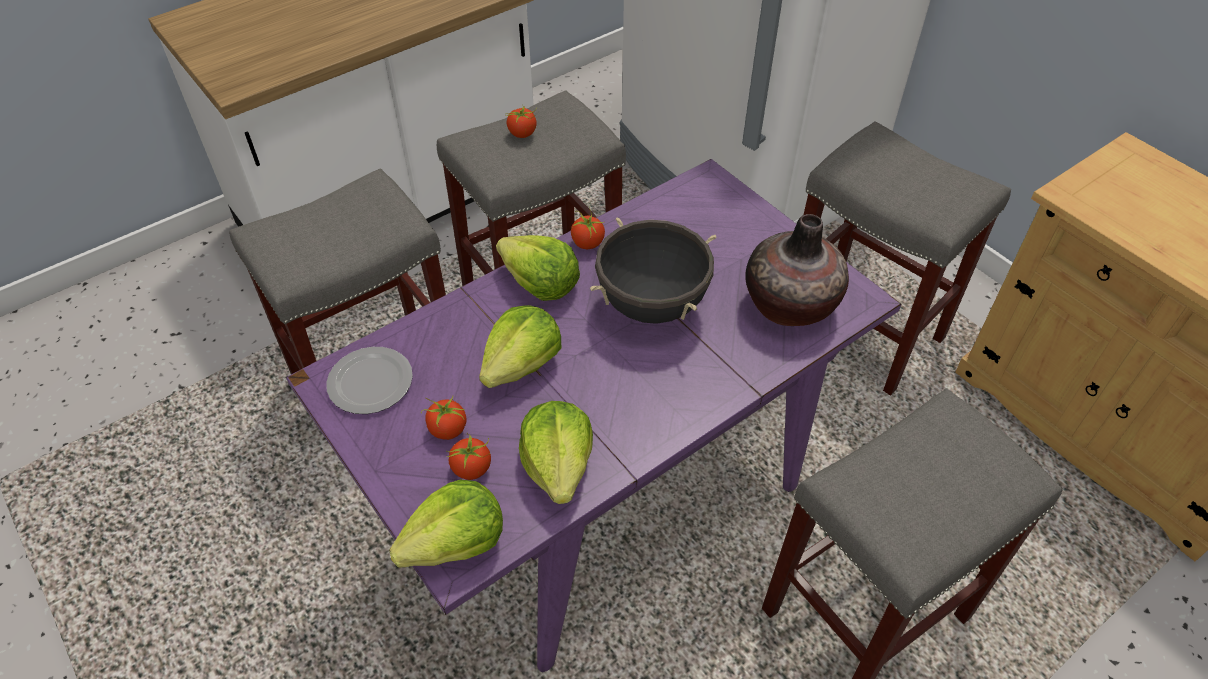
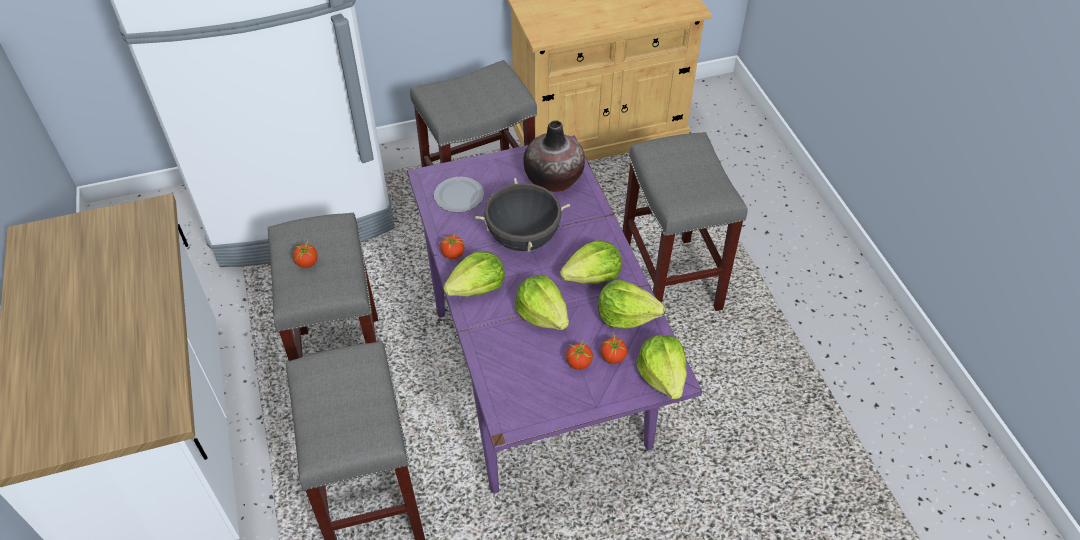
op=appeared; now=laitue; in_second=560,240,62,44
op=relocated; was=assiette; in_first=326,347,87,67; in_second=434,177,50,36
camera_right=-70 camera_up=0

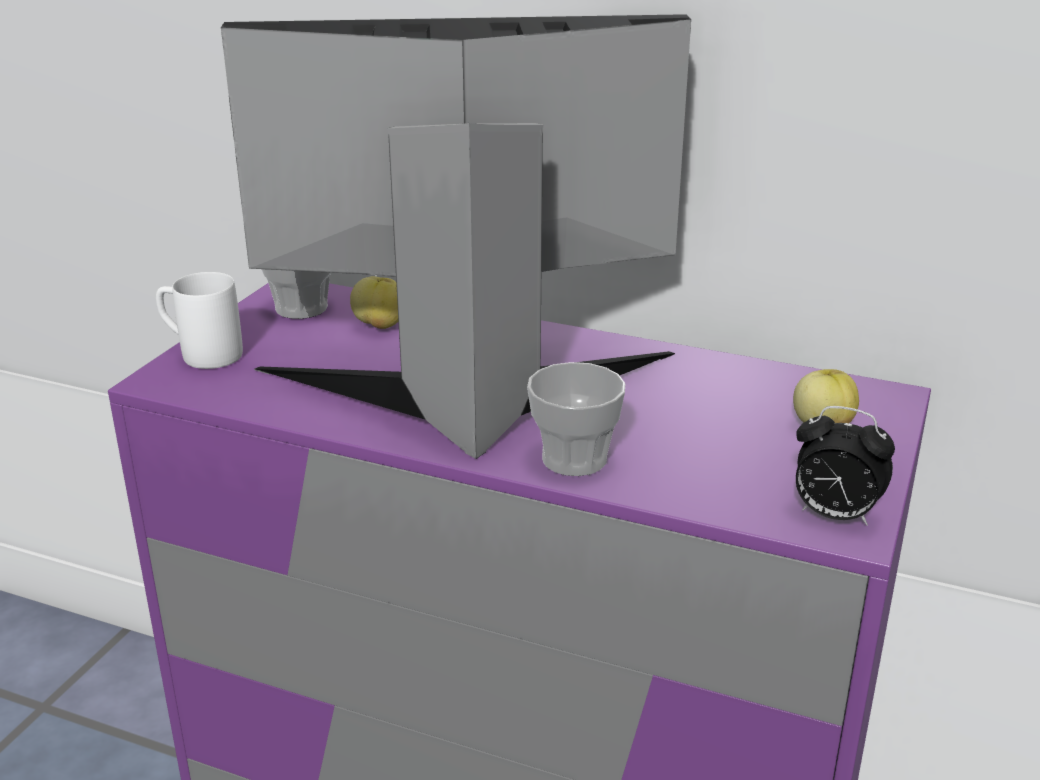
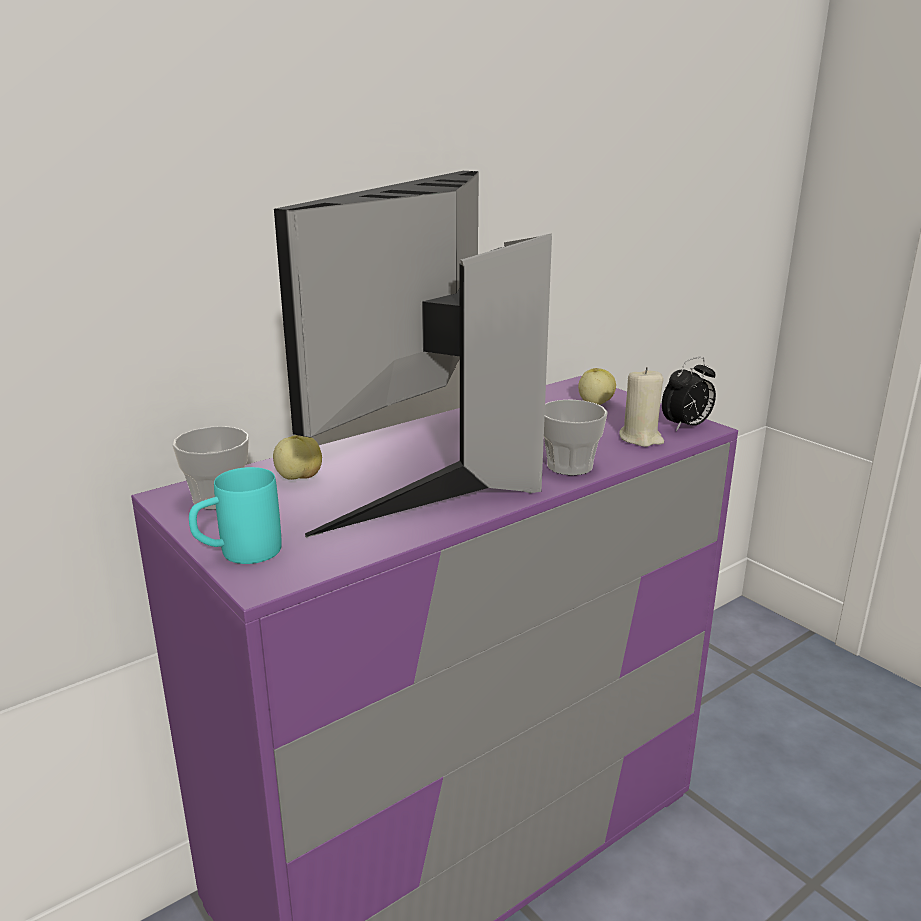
op=appeared; now=bougie/beige; in_second=619,367,45,80
op=colour; was=mug/blanc; now=mug/turquoise; in_first=156,272,87,97; in_second=189,467,93,97
camera_right=-60 camera_up=-5

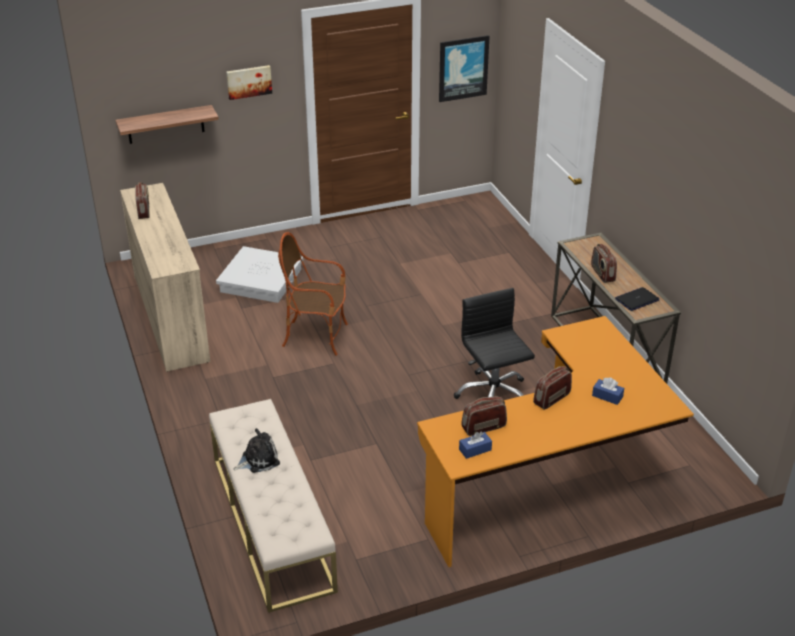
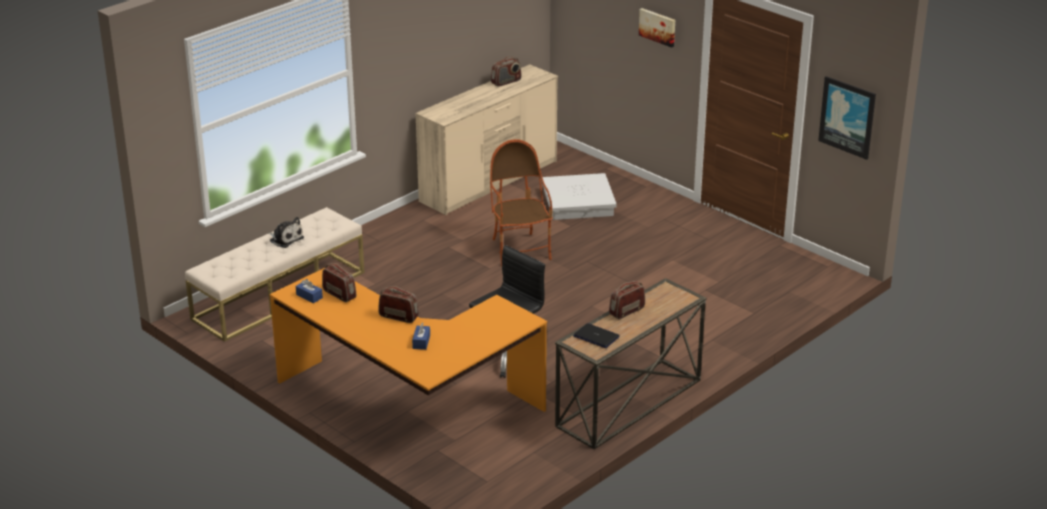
op=missing; was=étagère; in_first=115,105,104,39
camera_right=65 camera_up=-5

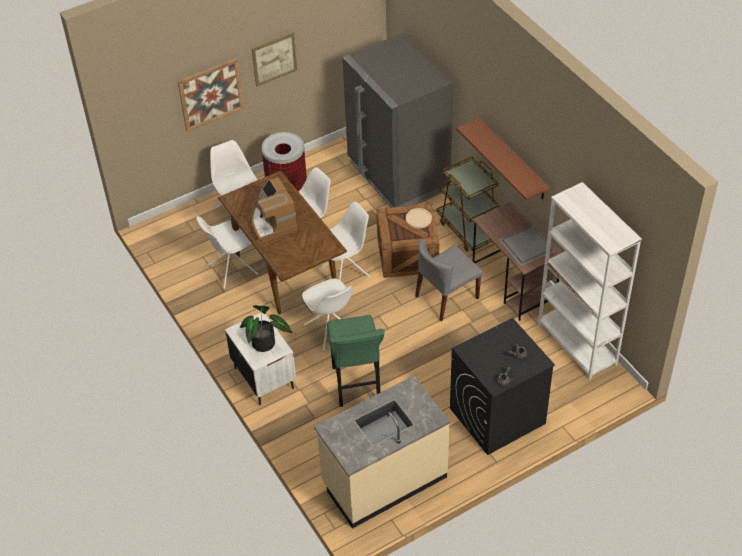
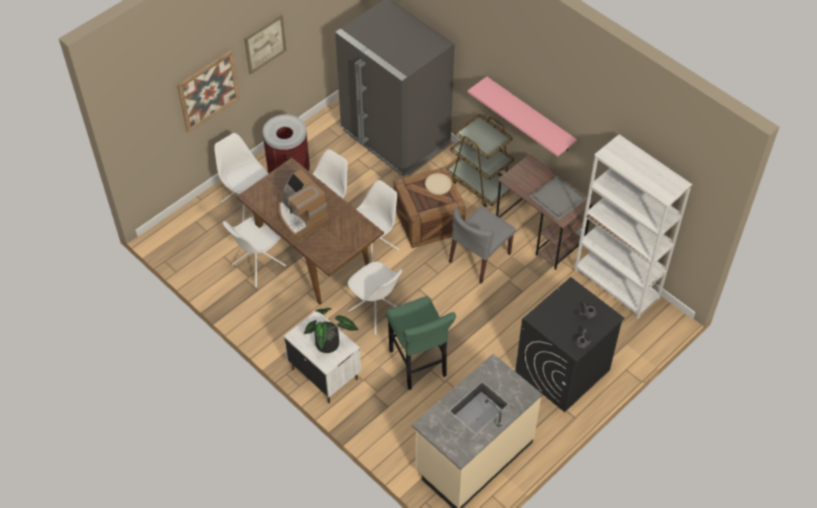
op=colour; was=étagère/marron; now=étagère/rose; in_first=457,118,93,83; in_second=468,77,109,80
camera_right=-15 camera_up=5

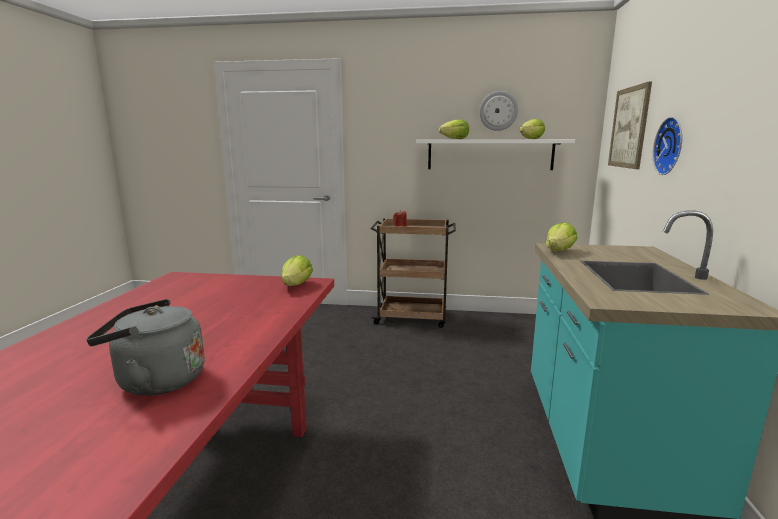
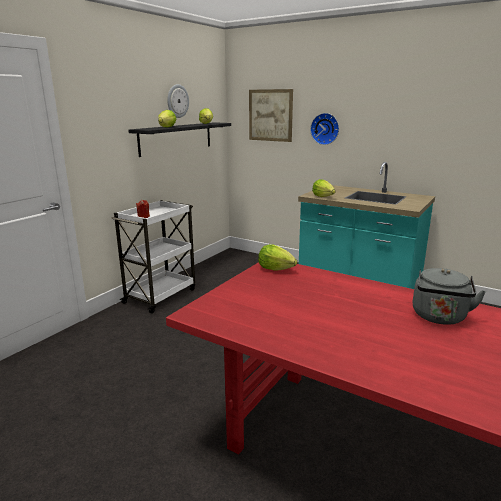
op=colour; was=chariot/marron; now=chariot/blanc; in_first=371,218,85,110; in_second=111,200,84,113
op=colour; was=étagère/blanc; now=étagère/noir; in_first=416,139,159,31; in_second=128,122,103,35
camera_right=-65 camera_up=5

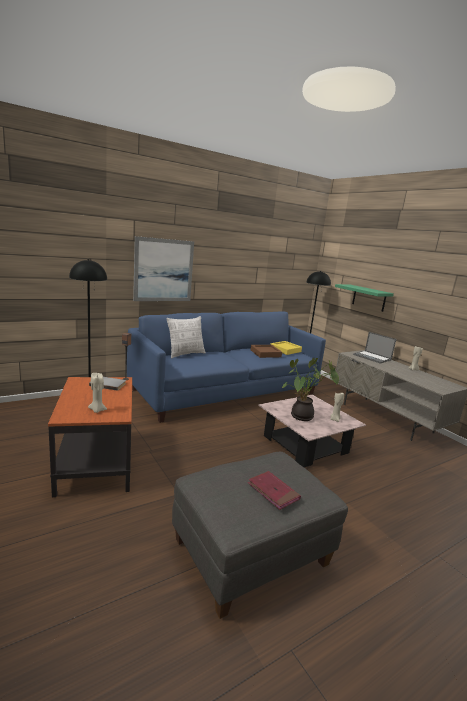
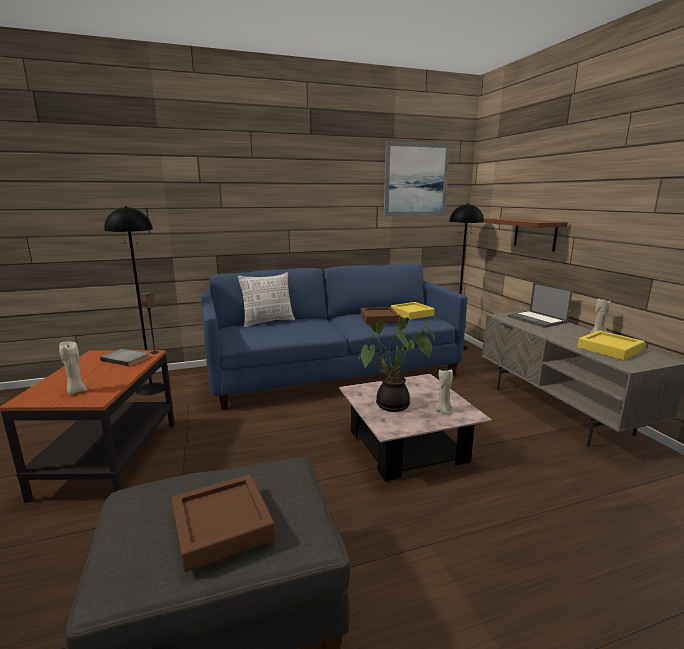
op=appeared; now=plateau/jaune; in_second=577,331,68,29
op=relocated; was=tableau; in_first=133,236,61,65; in_second=384,141,66,75
op=exchanged; was=livre/rouge; now=plateau/marron; in_first=248,471,53,39; in_second=172,474,103,98
op=colour; was=étagère/vert; now=étagère/marron; in_first=335,284,59,28; in_second=484,218,84,34
camera_right=15 camera_up=0

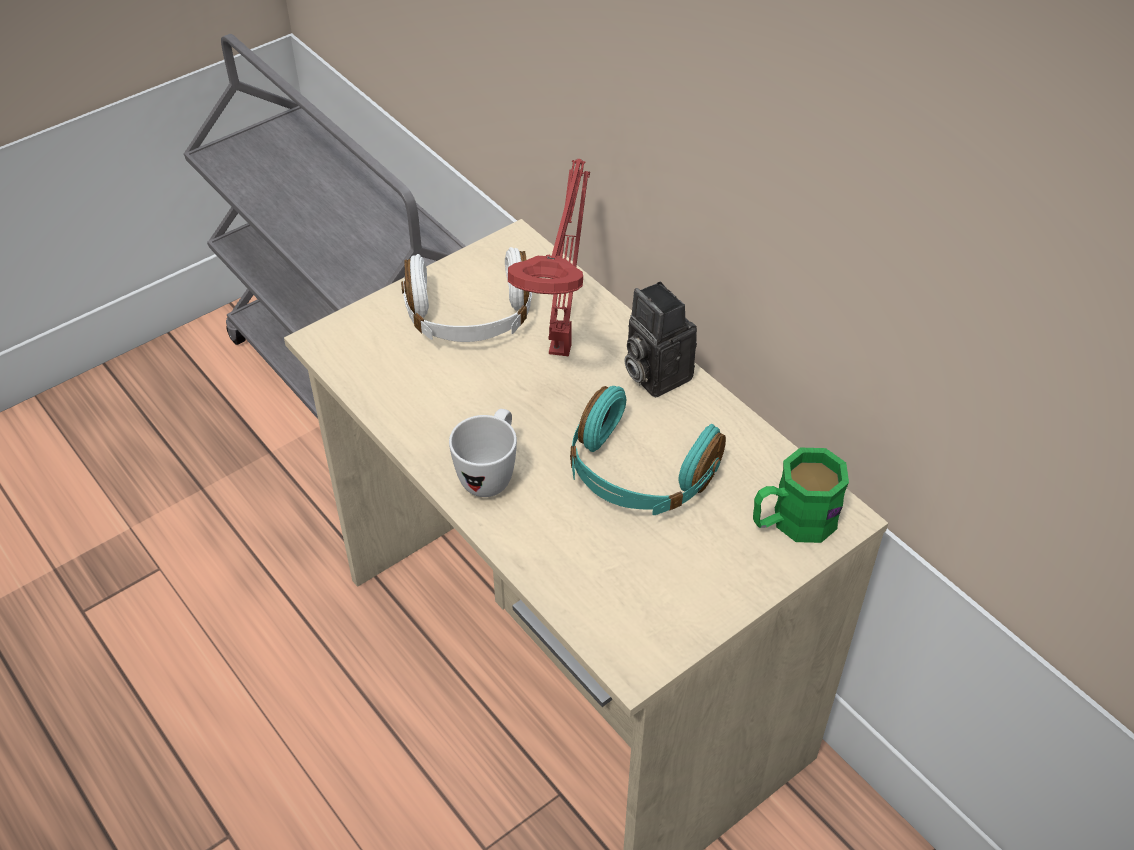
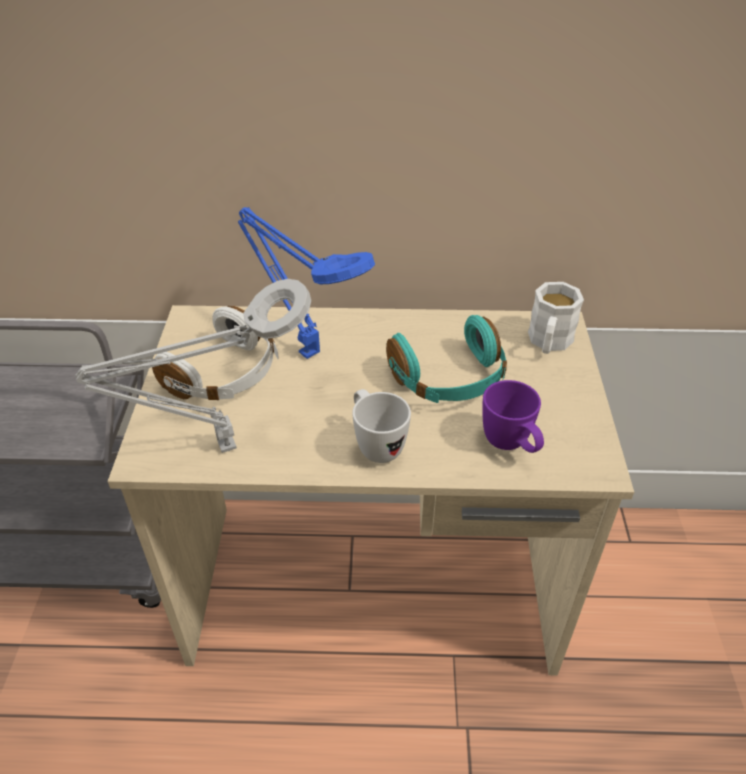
op=missing; was=appareil photo; in_first=624,282,73,115
op=appeared; now=lampe de table/gris; in_second=76,279,235,174
op=appeared; now=mug/violet; in_second=482,380,62,73
op=colour; was=lampe de table/rouge; now=lampe de table/bleu; in_first=508,159,82,197; in_second=238,207,137,152
op=colour; was=mug/vert; now=mug/blanc; in_first=753,448,96,95; in_second=528,282,56,72
camera_right=-50 camera_up=-5

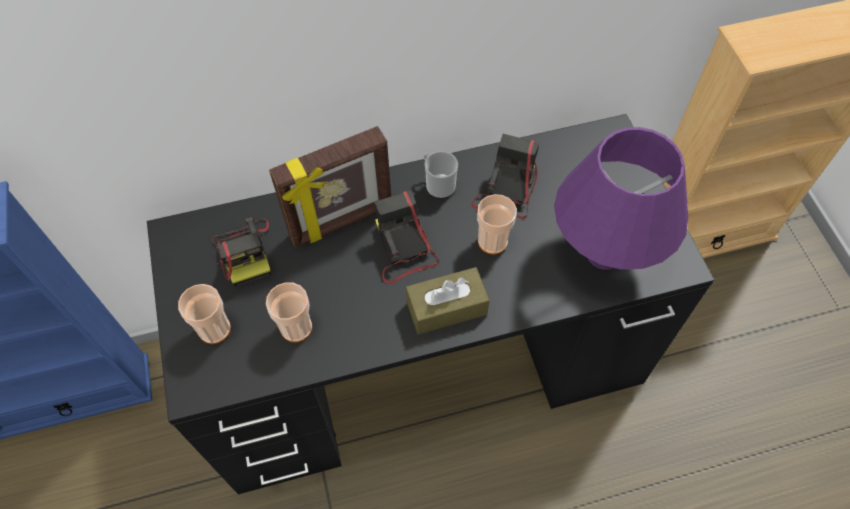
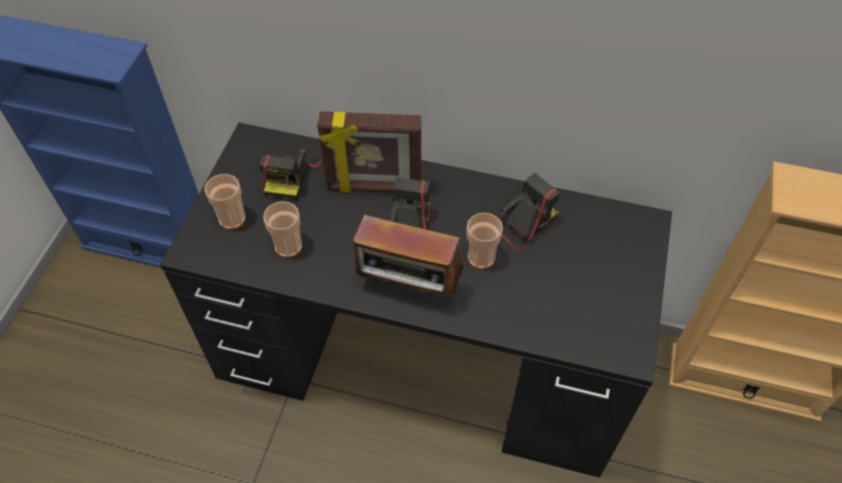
op=missing; was=mug; in_first=424,151,34,48
op=missing; was=lampe de table/violet; in_first=554,127,134,143
op=exchanged; was=boîte à mouchoirs/marron; now=radio; in_first=406,267,84,68; in_second=353,215,111,90
camera_right=30 camera_up=-5

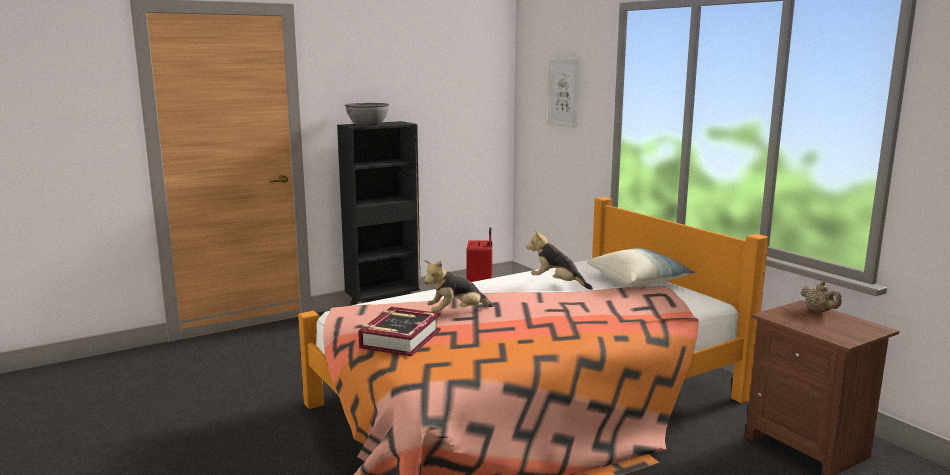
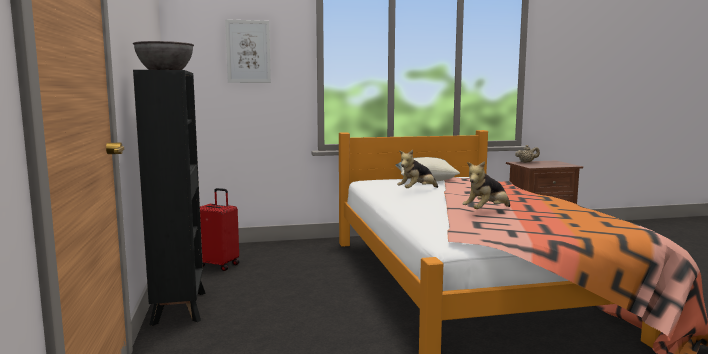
op=missing; was=livre; in_first=358,307,83,49
op=spun; was=peluche; in_first=424,260,69,52; in_second=462,161,48,48; clockwise=60
camera_right=-70 camera_up=-5

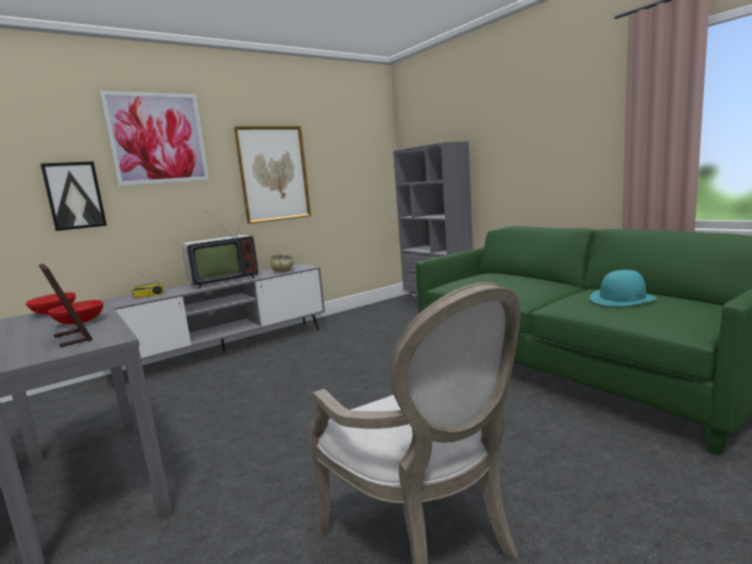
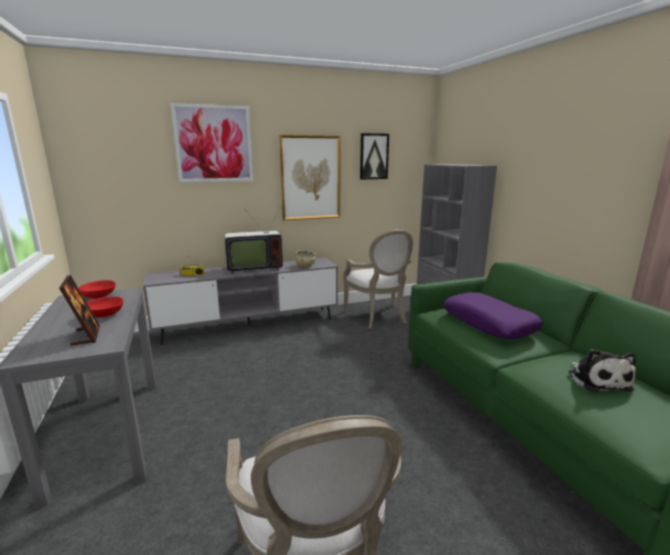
op=appeared; now=fauteuil; in_second=343,229,70,99
op=appeared; now=coussin/violet; in_second=444,292,99,47
op=relocated; was=tableau; in_first=40,161,67,70; in_second=360,133,29,47
op=exchanged; was=chapeau/turquoise; now=peluche; in_first=590,270,67,36; in_second=568,349,68,43
camera_right=15 camera_up=5

